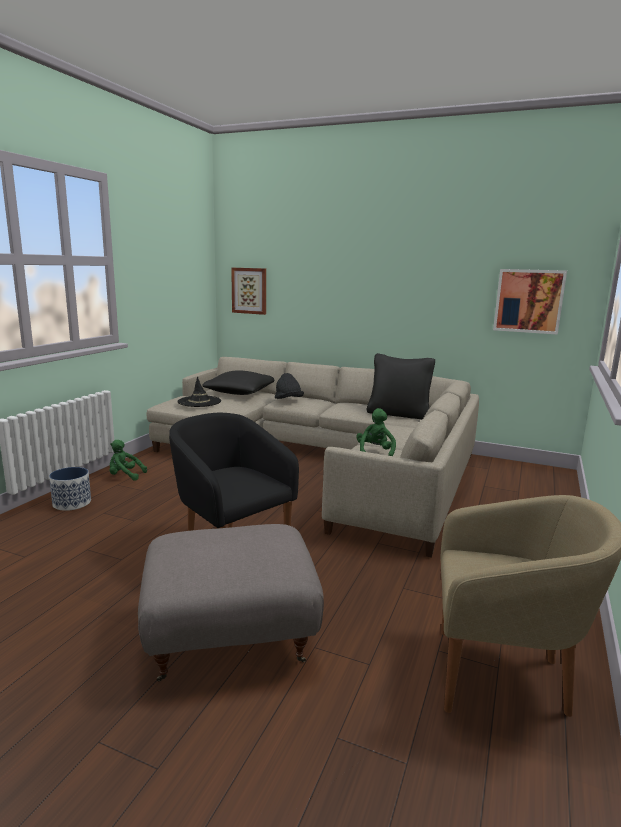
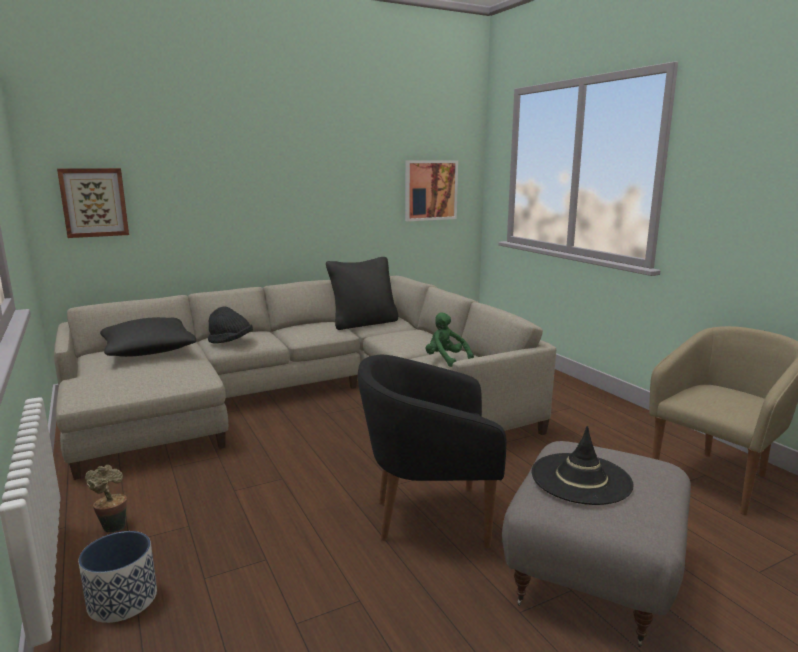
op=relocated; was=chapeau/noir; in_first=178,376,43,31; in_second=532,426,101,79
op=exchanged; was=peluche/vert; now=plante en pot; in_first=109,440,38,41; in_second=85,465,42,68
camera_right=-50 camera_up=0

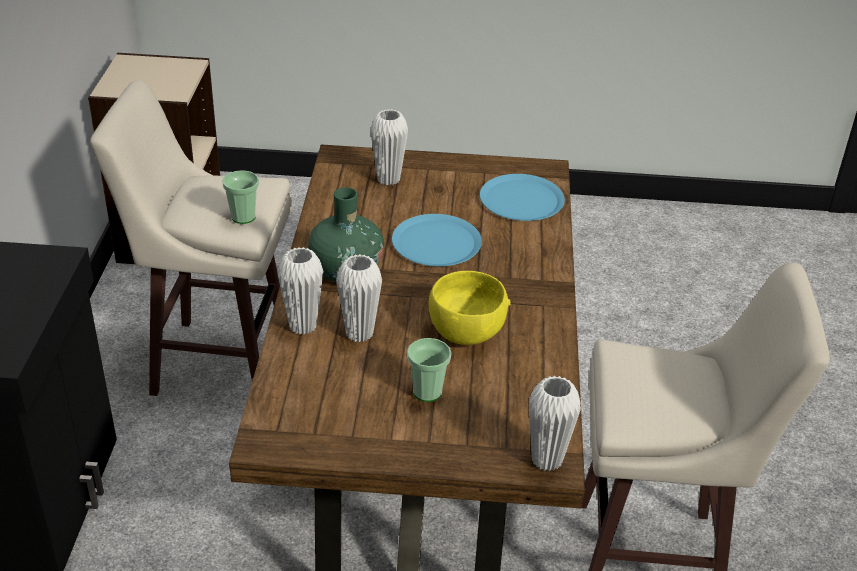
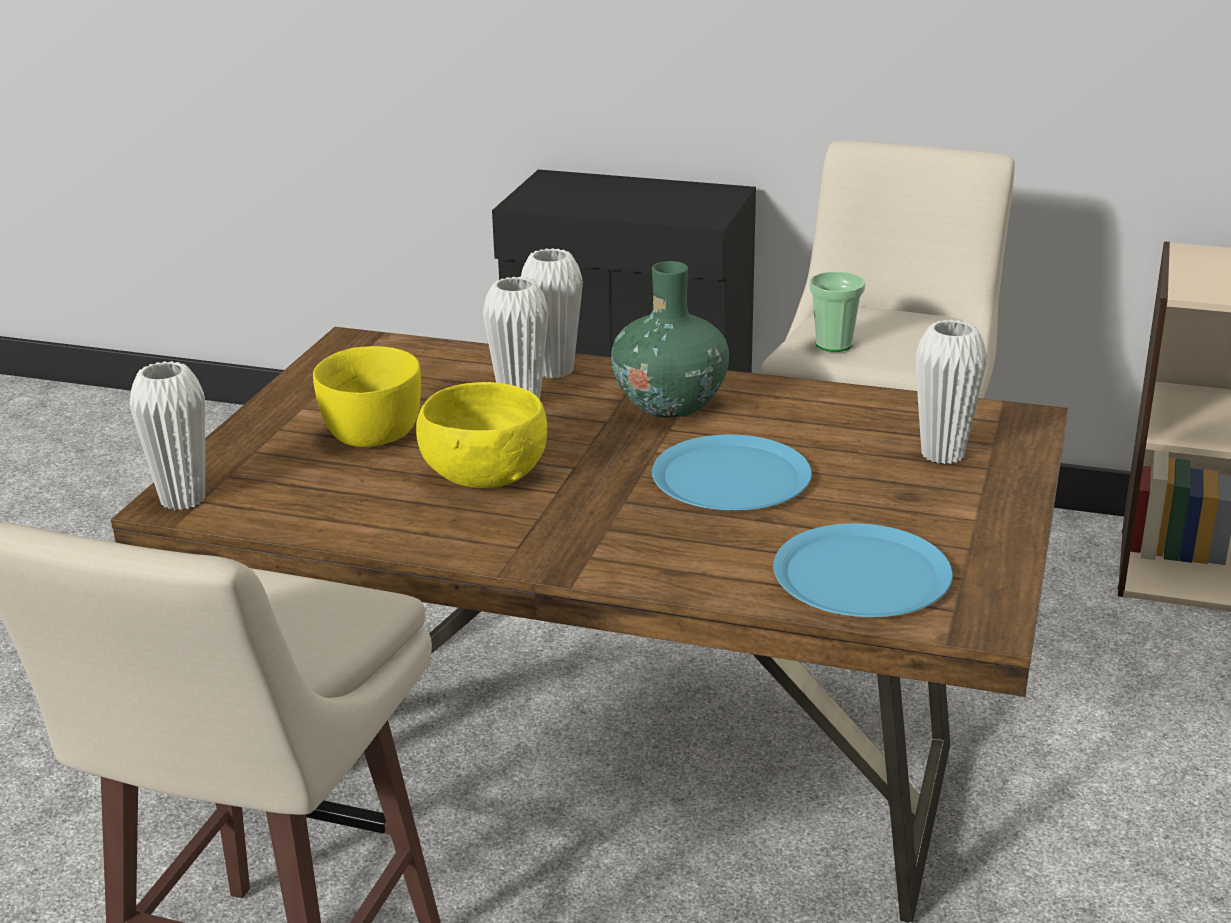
op=exchanged; was=tasse; now=bol/jaune; in_first=407,338,44,64; in_second=313,346,108,101
camera_right=105 camera_up=-10

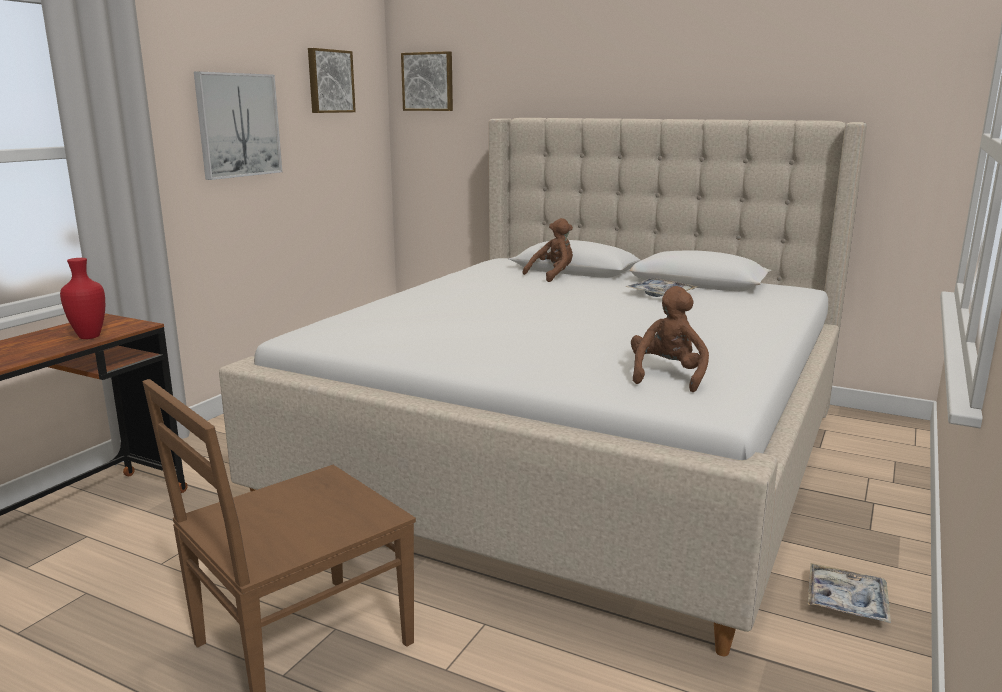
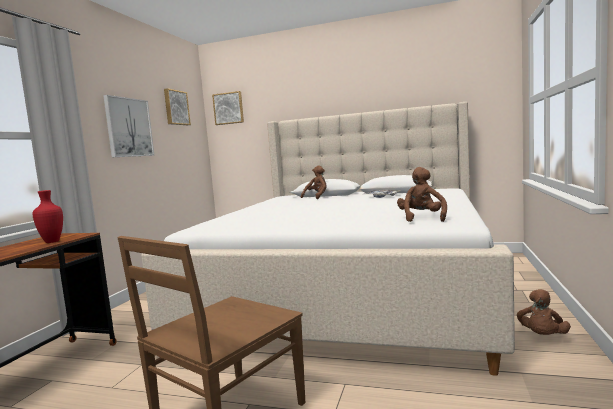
op=exchanged; was=plateau; now=peluche/marron; in_first=808,563,83,60; in_second=517,289,54,46
camera_right=-10 camera_up=-10

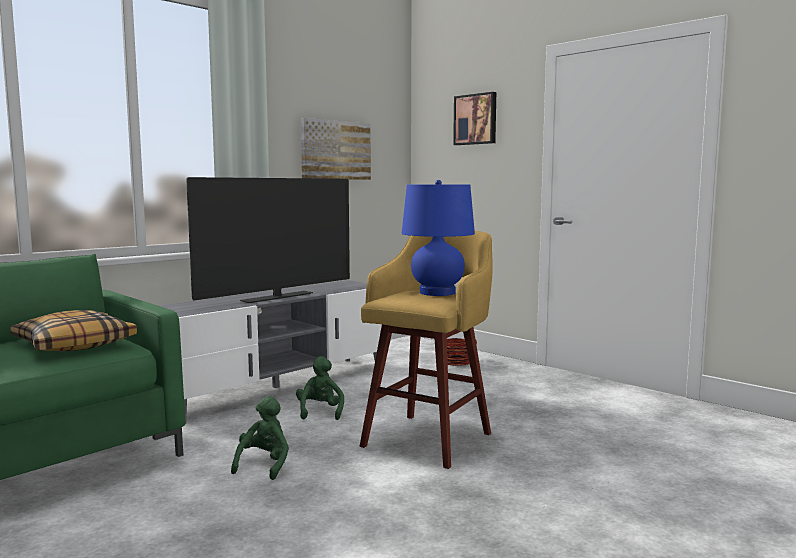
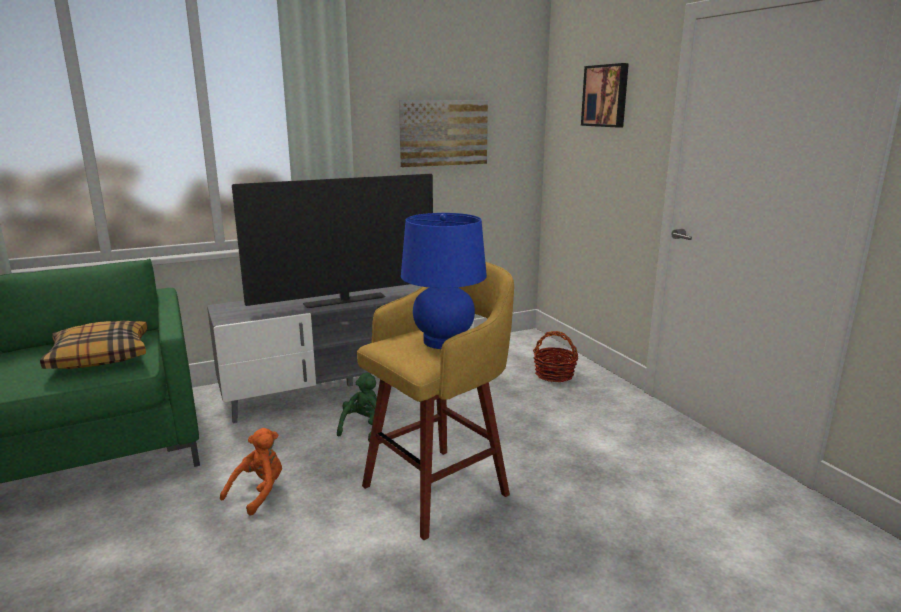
op=colour; was=peluche/vert; now=peluche/orange; in_first=231,396,58,84; in_second=220,428,62,88
camera_right=20 camera_up=10

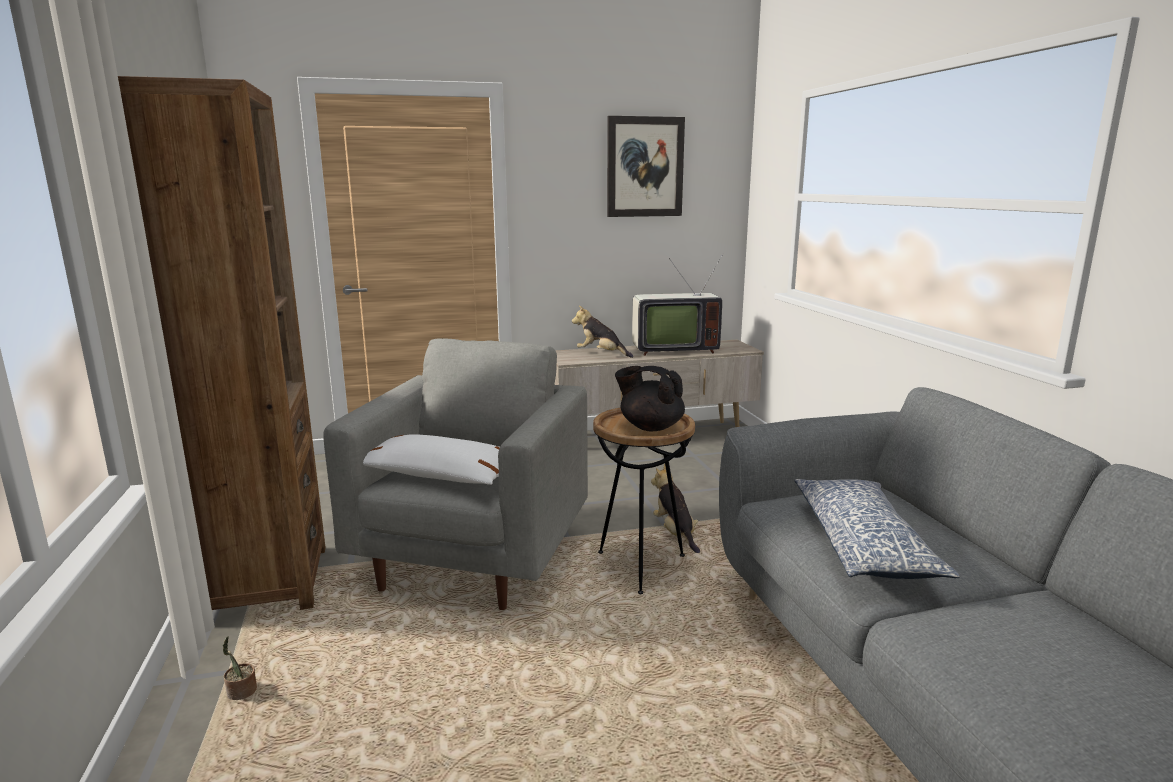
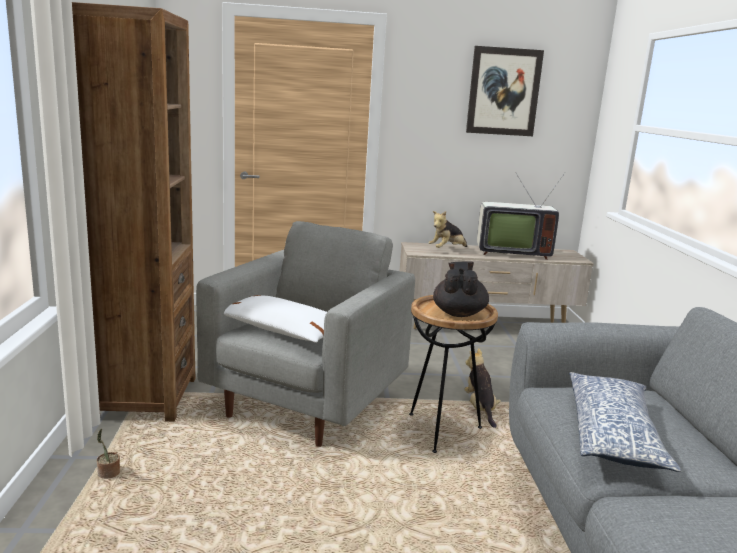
op=spun; was=peluche; in_first=572,306,61,52; in_second=428,211,39,37; clockwise=-75
op=spun; was=théière/noir; in_first=615,366,70,65; in_second=433,261,56,56; clockwise=60
camera_right=10 camera_up=0

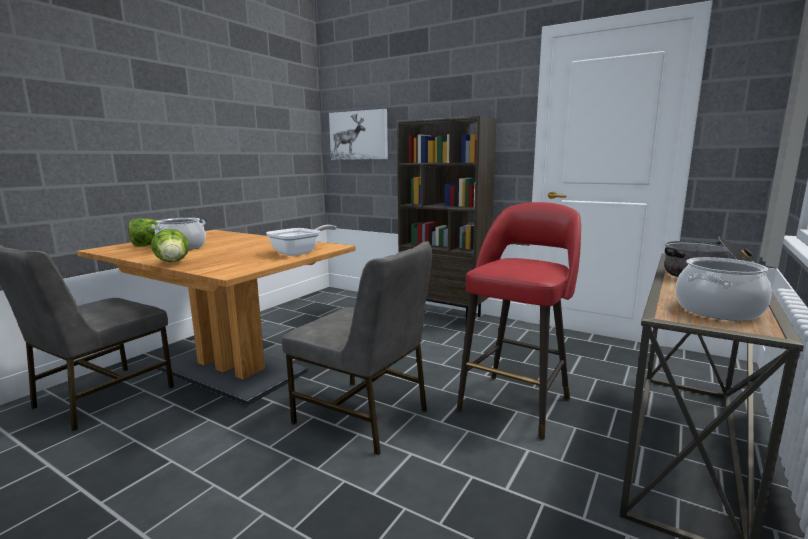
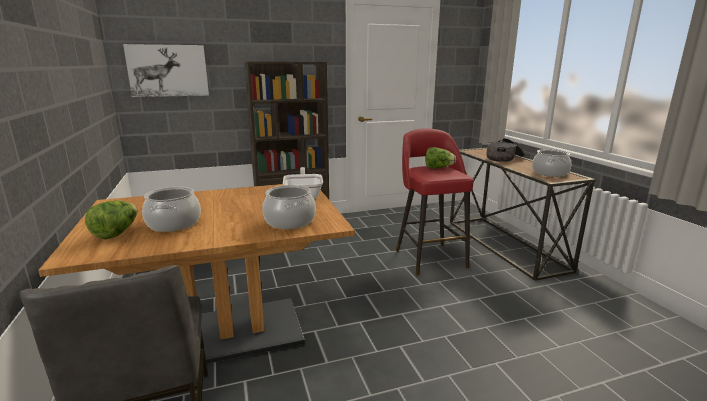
op=missing; was=chaise/gris; in_first=282,241,150,214
op=appeared; now=marmite; in_second=262,185,54,44
op=relocated; was=laitue; in_first=151,229,38,33; in_second=425,147,31,22
camera_right=-50 camera_up=5

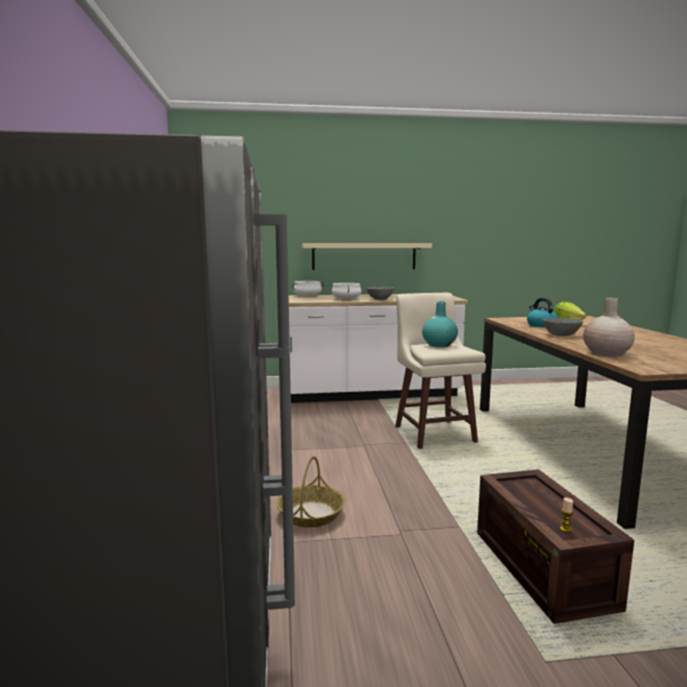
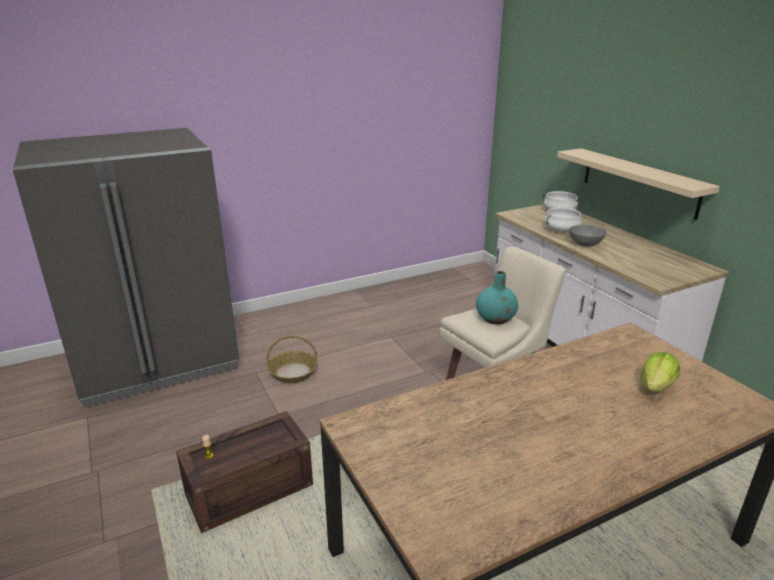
op=missing; was=bouilloire; in_first=527,298,31,29
op=missing; was=bol/gris; in_first=543,318,40,18
op=missing; was=vase/beige; in_first=583,297,52,60
camera_right=70 camera_up=15

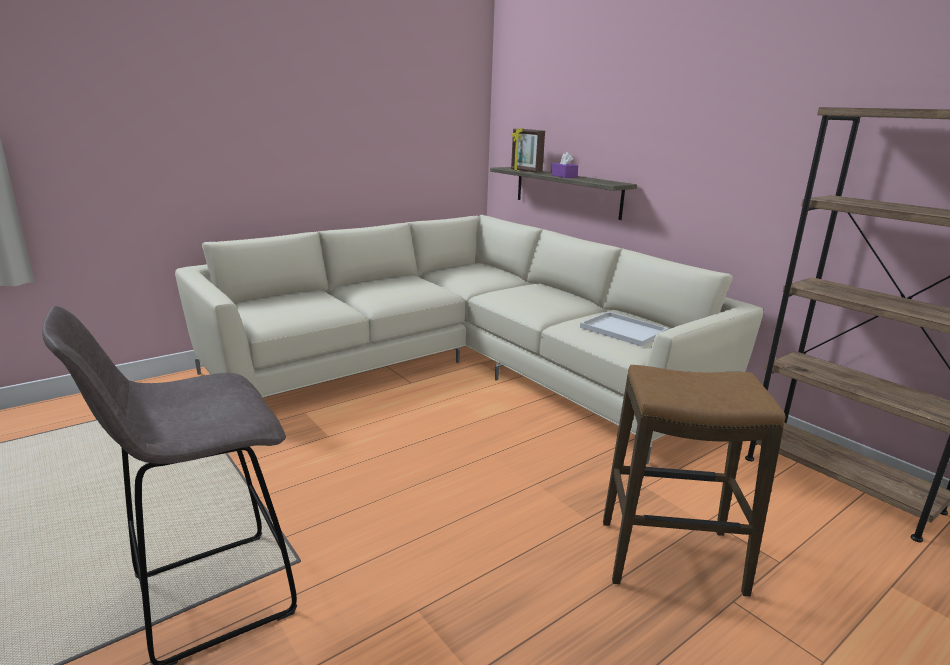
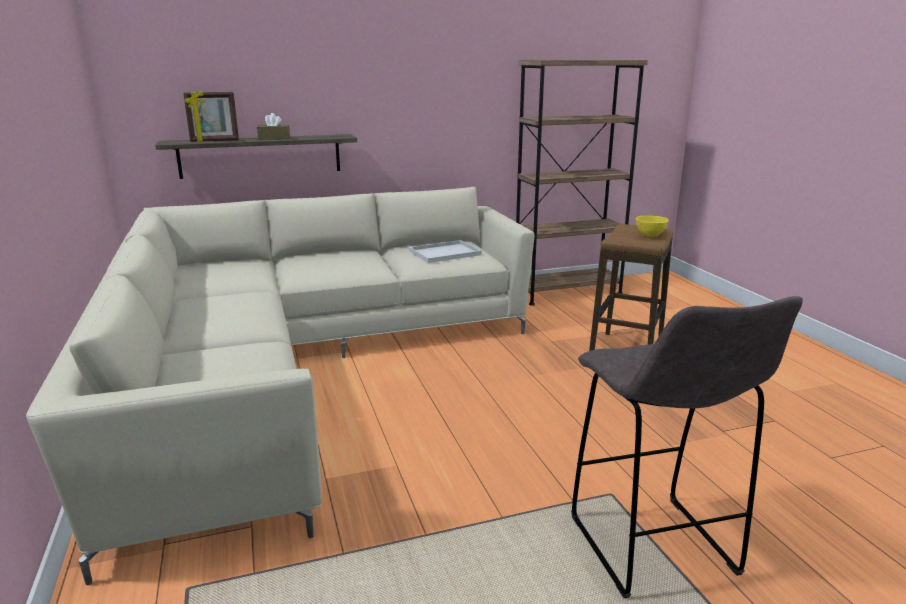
op=appeared; now=bol/jaune; in_second=636,216,33,21
op=colour; was=boîte à mouchoirs/violet; now=boîte à mouchoirs/marron; in_first=551,152,27,26; in_second=257,113,33,27
camera_right=-70 camera_up=0

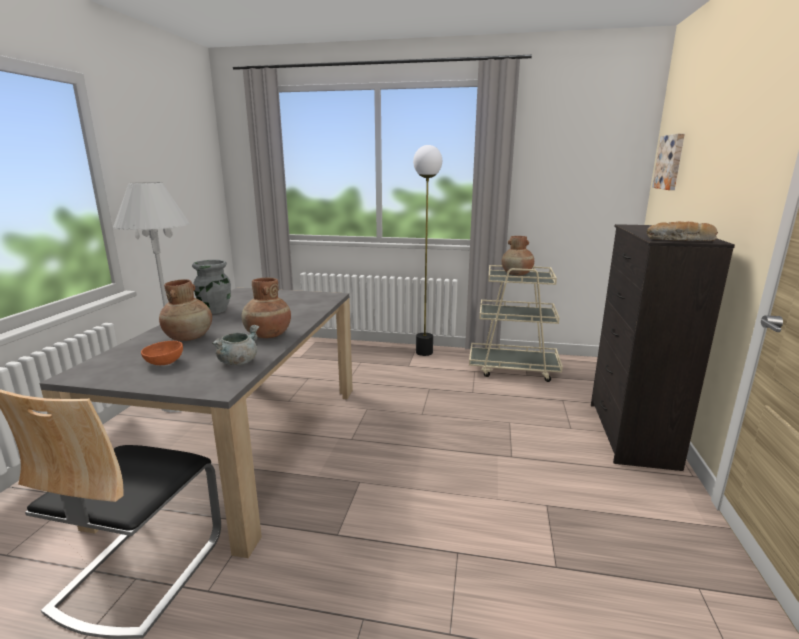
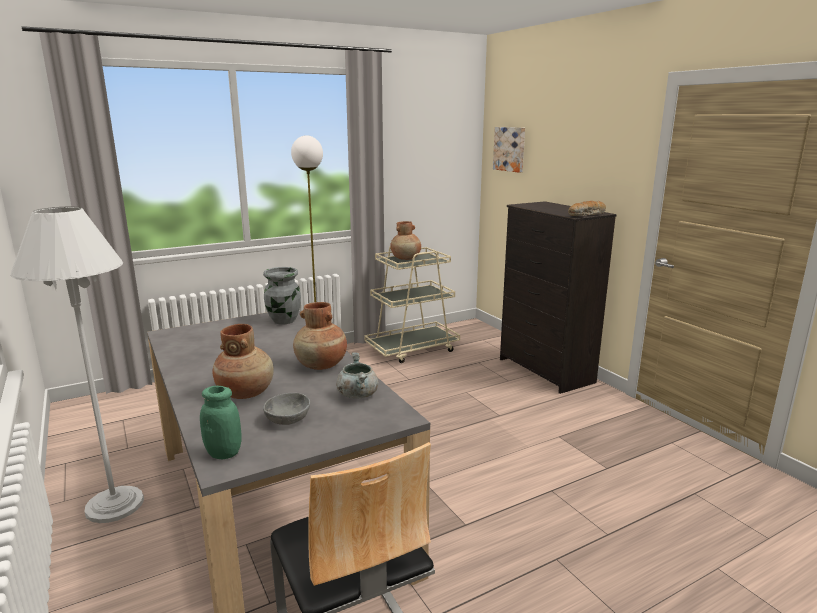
op=appeared; now=bocal/vert; in_second=200,386,42,73
op=relocated; was=vase/gris; in_first=192,260,39,54; in_second=263,267,38,58
op=colour; was=bol/orange; now=bol/gris; in_first=141,341,42,24; in_second=263,393,47,32
camera_right=-40 camera_up=0

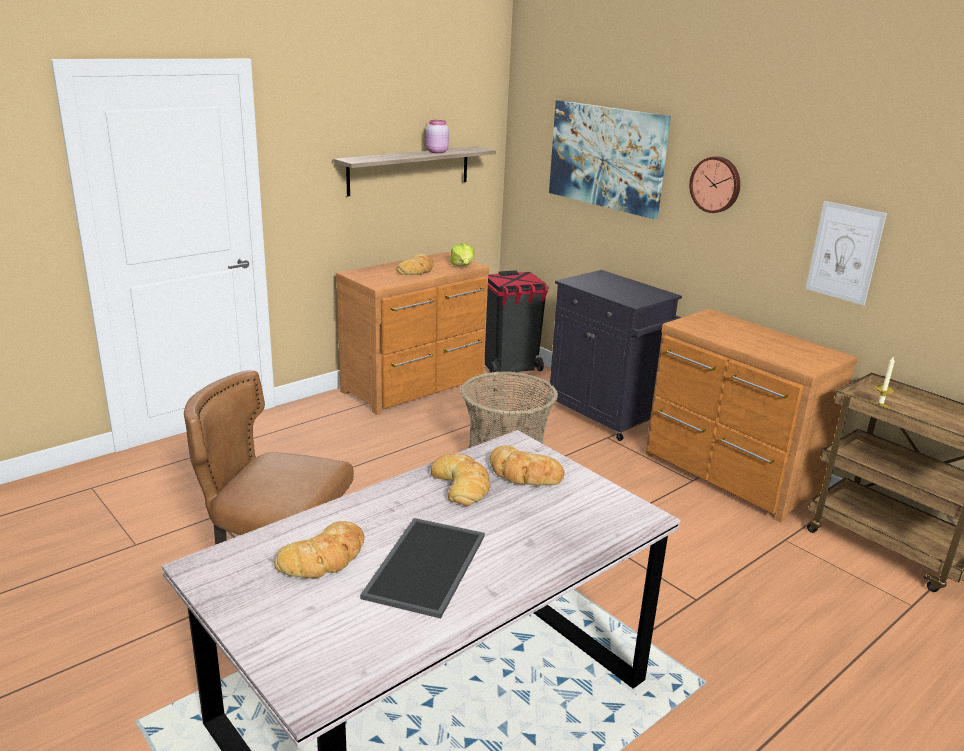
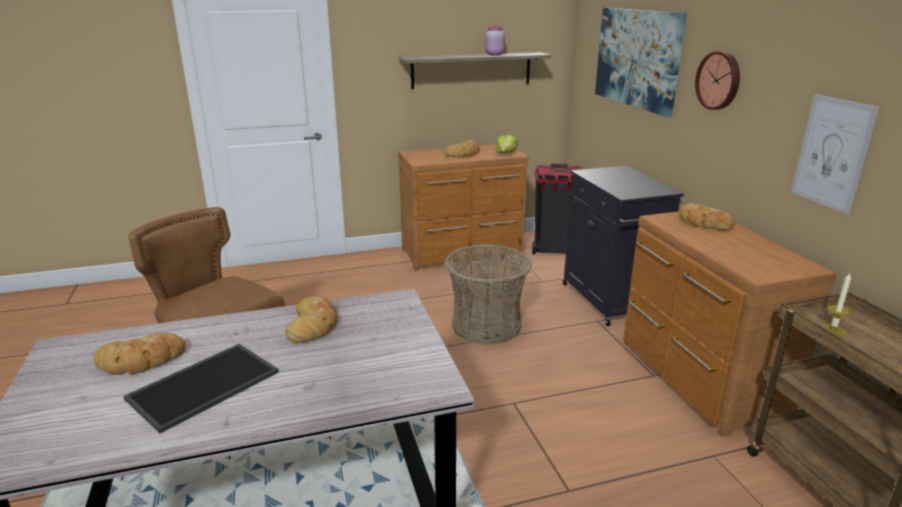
op=relocated; was=pain; in_first=490,445,75,41; in_second=679,203,57,27
camera_right=25 camera_up=0

